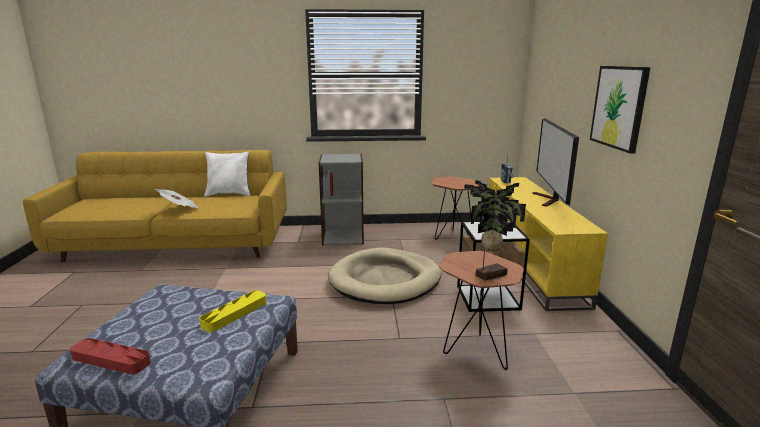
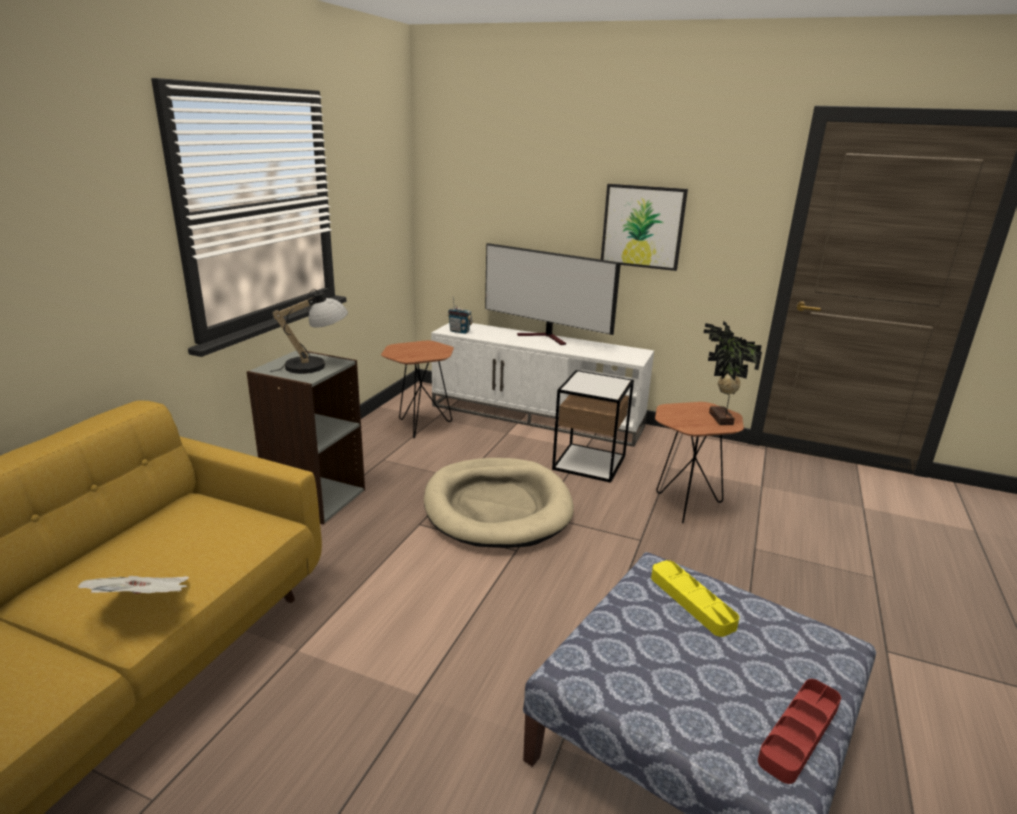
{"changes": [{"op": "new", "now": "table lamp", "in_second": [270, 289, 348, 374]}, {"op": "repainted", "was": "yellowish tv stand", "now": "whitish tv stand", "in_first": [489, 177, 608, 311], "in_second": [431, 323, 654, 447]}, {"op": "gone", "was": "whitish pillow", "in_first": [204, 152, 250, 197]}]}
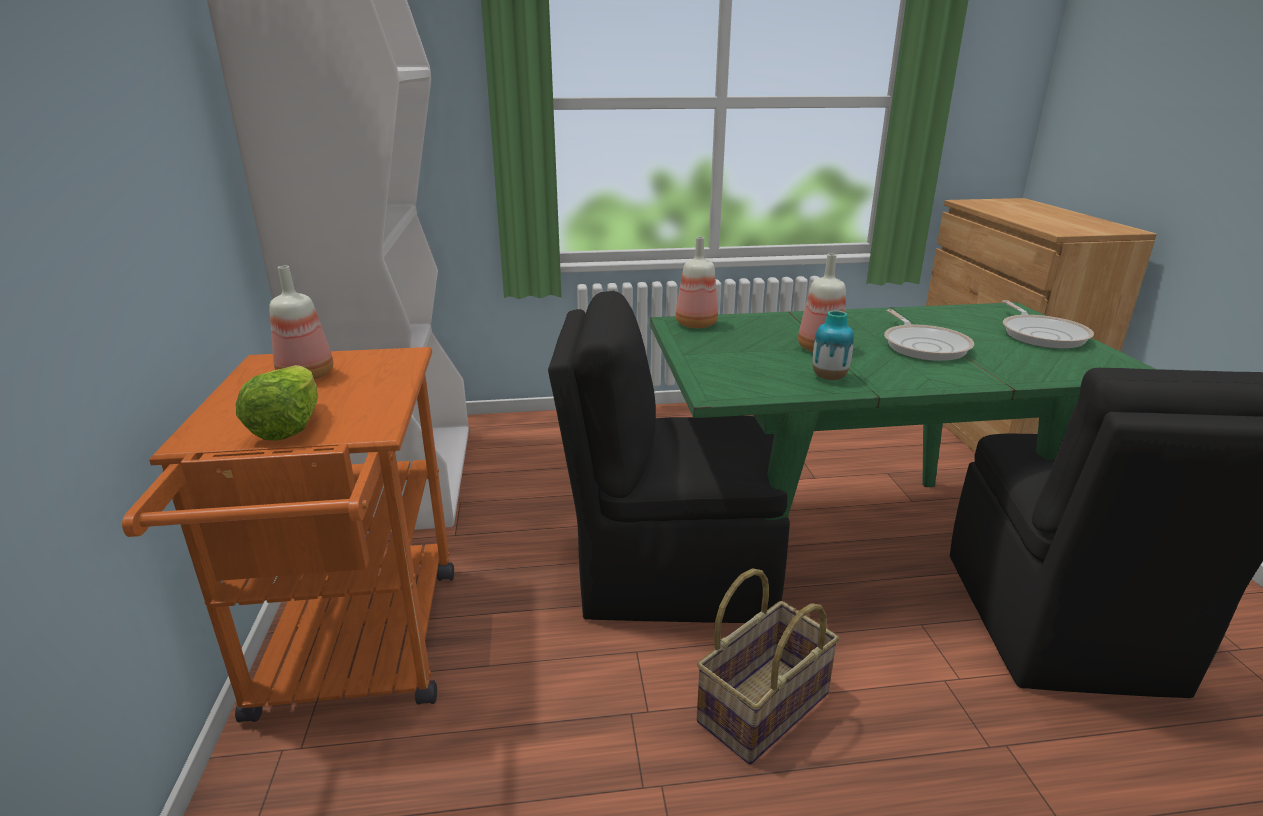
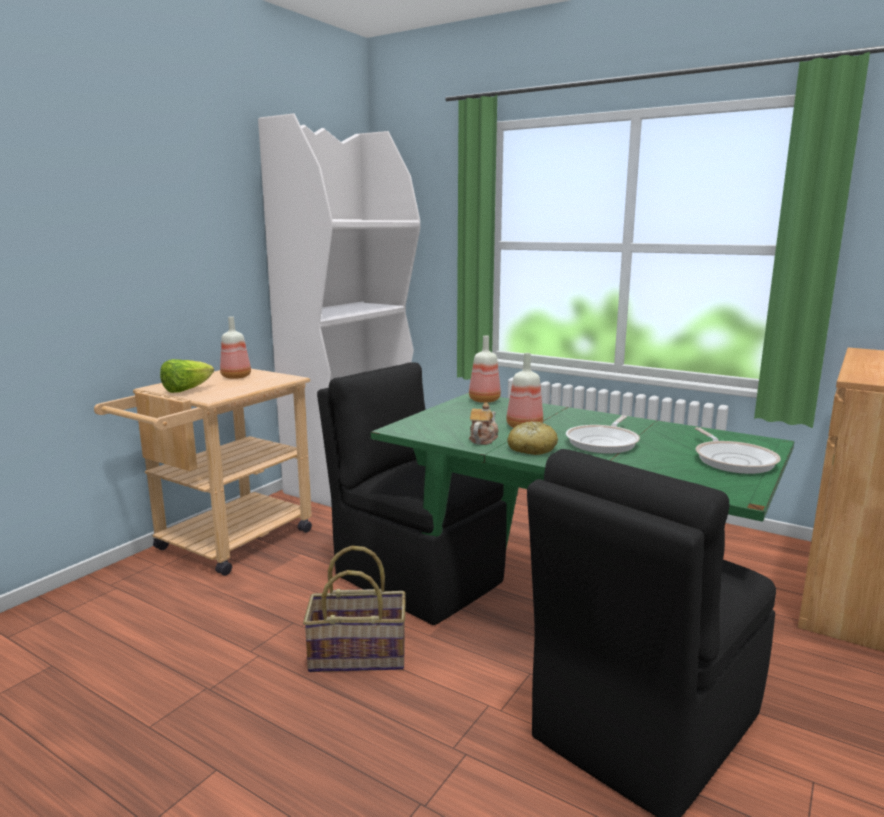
{"changes": [{"op": "repainted", "was": "orange-coloured wheeled cart", "now": "beige-coloured wheeled cart", "in_first": [122, 347, 454, 722], "in_second": [94, 369, 312, 576]}, {"op": "swapped", "was": "vase", "now": "pot for tea", "in_first": [813, 310, 854, 380], "in_second": [469, 403, 498, 445]}, {"op": "new", "now": "bakery bread", "in_second": [508, 421, 558, 455]}, {"op": "rotated", "was": "frying pan", "in_first": [1002, 300, 1094, 349], "in_second": [694, 427, 781, 474], "clockwise": -45}]}
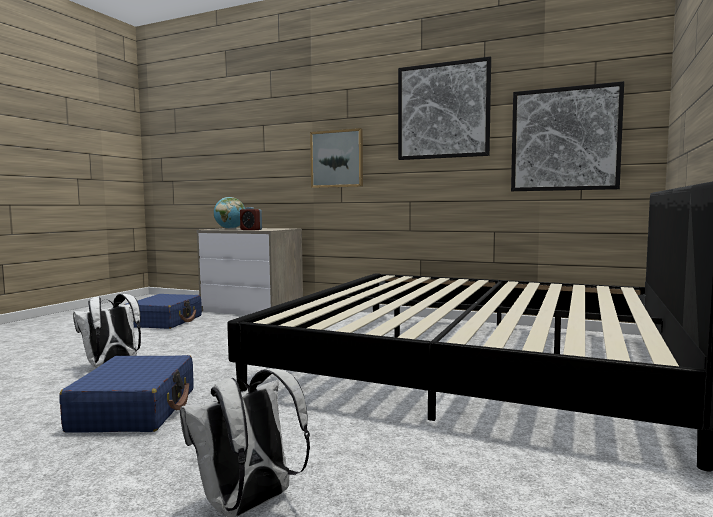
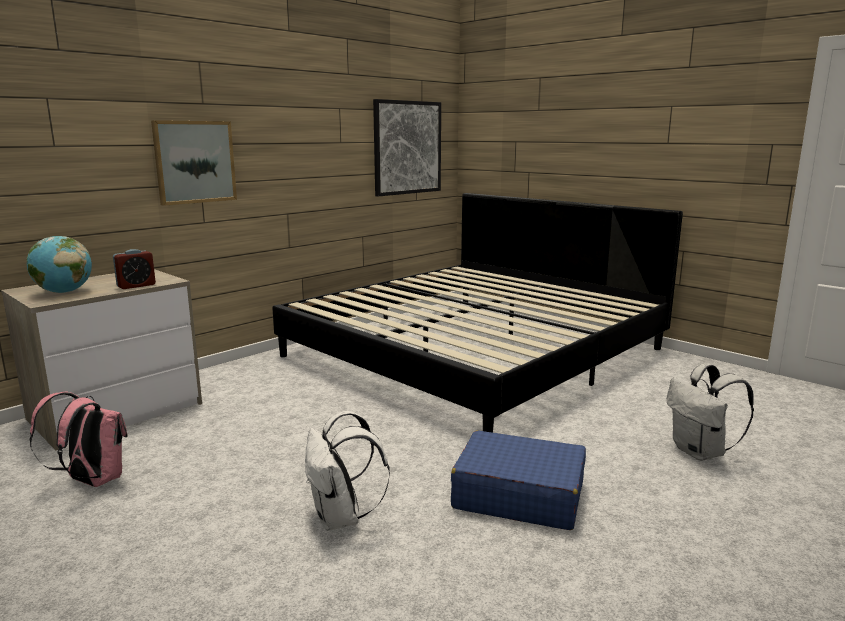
{"changes": [{"op": "swapped", "was": "blue piece of luggage", "now": "pinkish knapsack", "in_first": [125, 294, 202, 329], "in_second": [29, 392, 128, 487]}, {"op": "gone", "was": "wall picture", "in_first": [398, 57, 491, 160]}]}
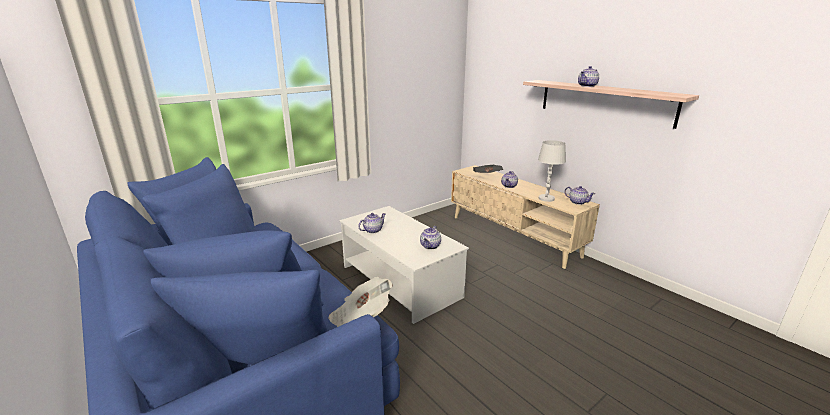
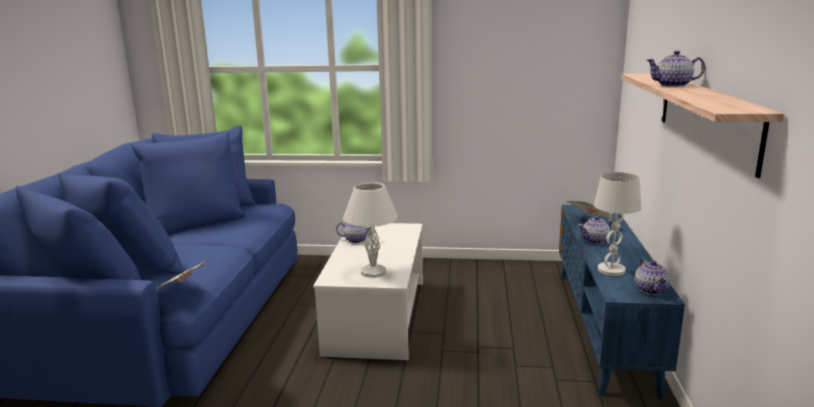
{"changes": [{"op": "swapped", "was": "pot for tea", "now": "whitish table lamp", "in_first": [420, 226, 441, 249], "in_second": [343, 182, 398, 278]}, {"op": "repainted", "was": "beige-coloured tv stand", "now": "blue tv stand", "in_first": [451, 165, 600, 269], "in_second": [559, 205, 685, 398]}]}
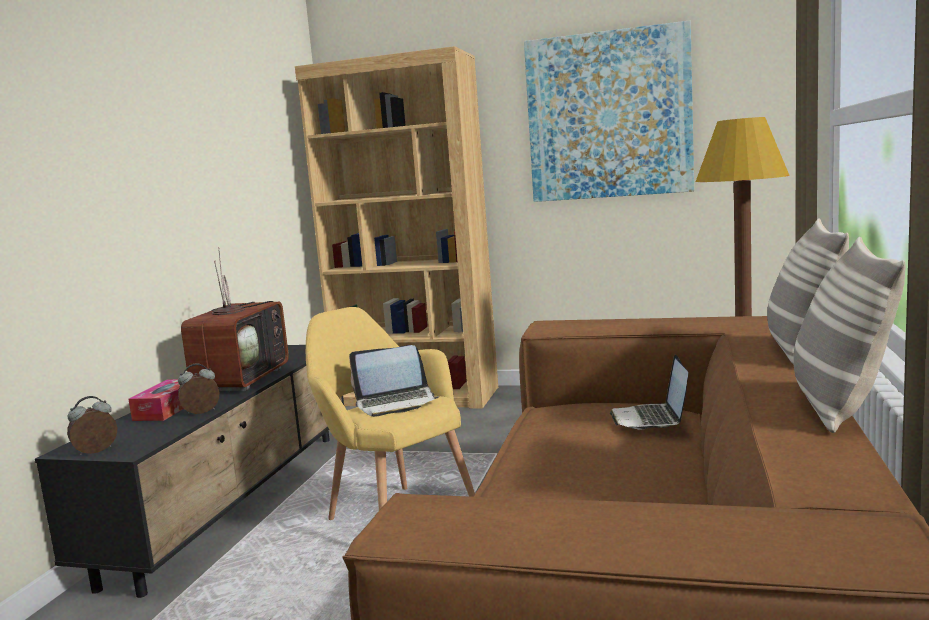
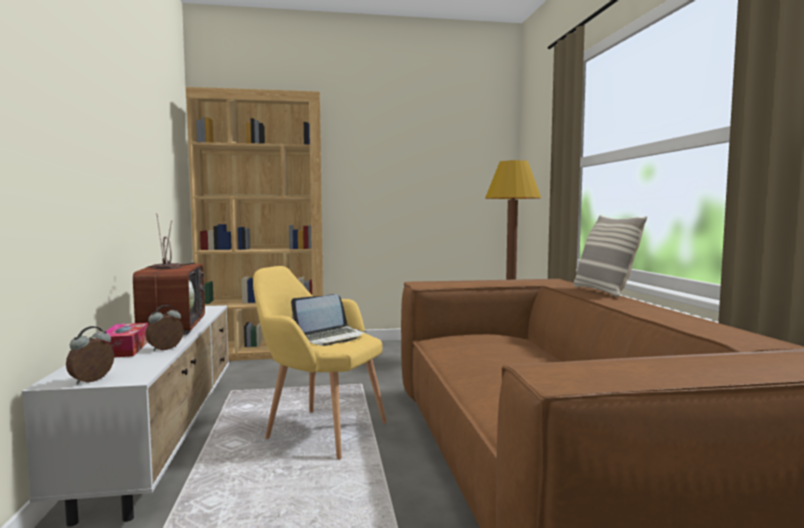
{"changes": [{"op": "repainted", "was": "black-coloured tv stand", "now": "whitish tv stand", "in_first": [35, 345, 344, 598], "in_second": [22, 305, 229, 527]}, {"op": "gone", "was": "wall picture", "in_first": [524, 20, 694, 202]}, {"op": "gone", "was": "notebook computer", "in_first": [610, 354, 688, 430]}, {"op": "gone", "was": "pillow", "in_first": [793, 237, 906, 433]}]}
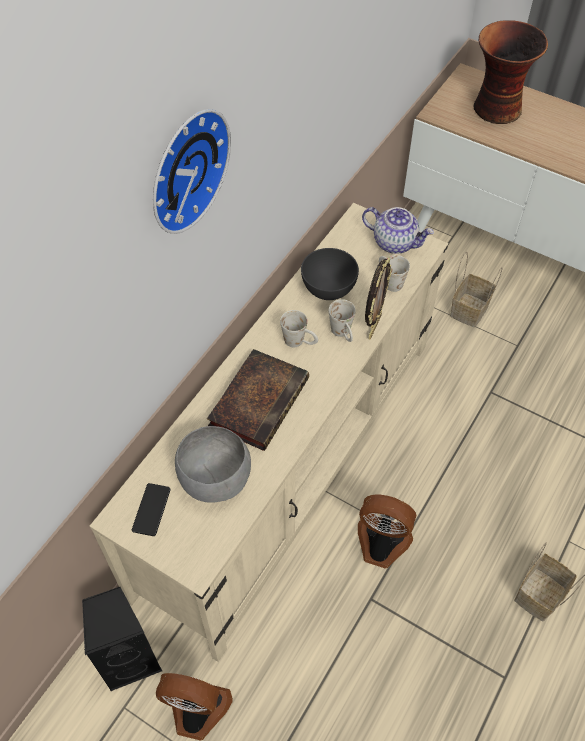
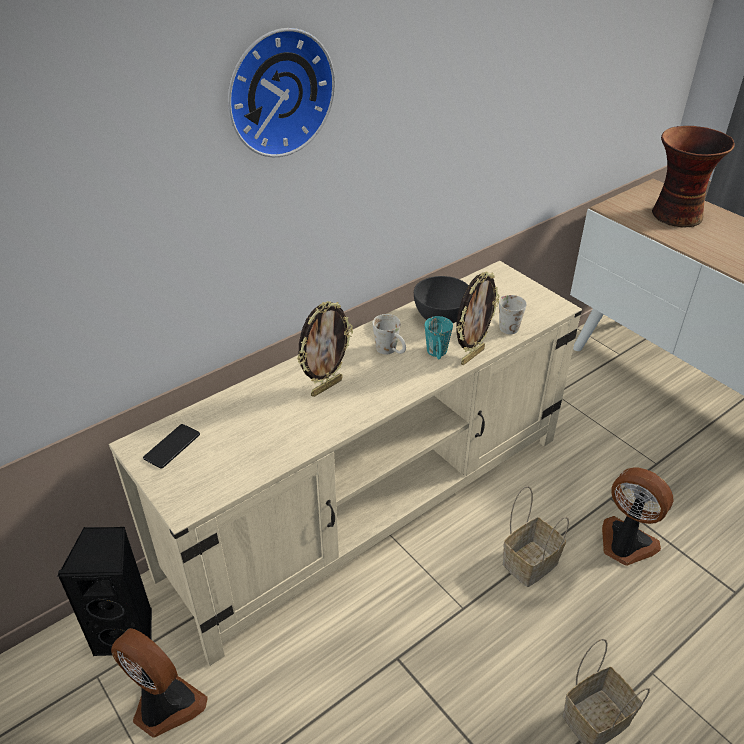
{"changes": [{"op": "swapped", "was": "volume", "now": "picture frame", "in_first": [207, 349, 309, 451], "in_second": [297, 301, 353, 397]}, {"op": "repainted", "was": "whitish mug", "now": "turquoise-coloured mug", "in_first": [329, 299, 356, 342], "in_second": [425, 316, 453, 359]}, {"op": "shifted", "was": "basket", "in_first": [450, 252, 503, 327], "in_second": [502, 486, 569, 587]}, {"op": "shifted", "was": "electric fan", "in_first": [358, 495, 417, 569], "in_second": [602, 467, 673, 566]}, {"op": "gone", "was": "grey serving bowl", "in_first": [175, 426, 251, 503]}, {"op": "gone", "was": "pot for tea", "in_first": [362, 207, 434, 254]}]}
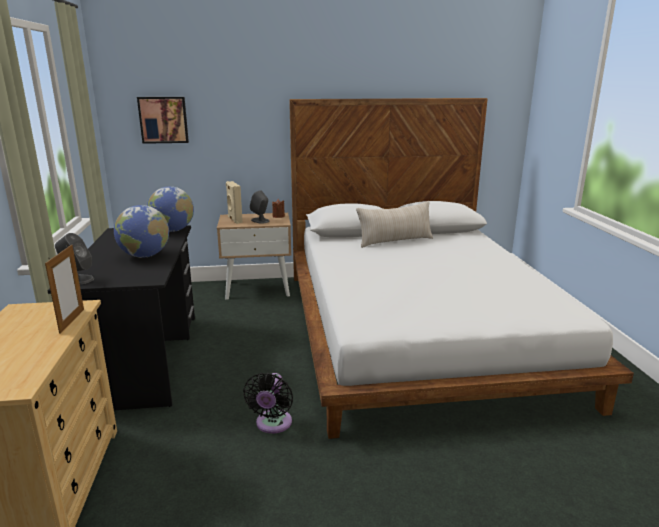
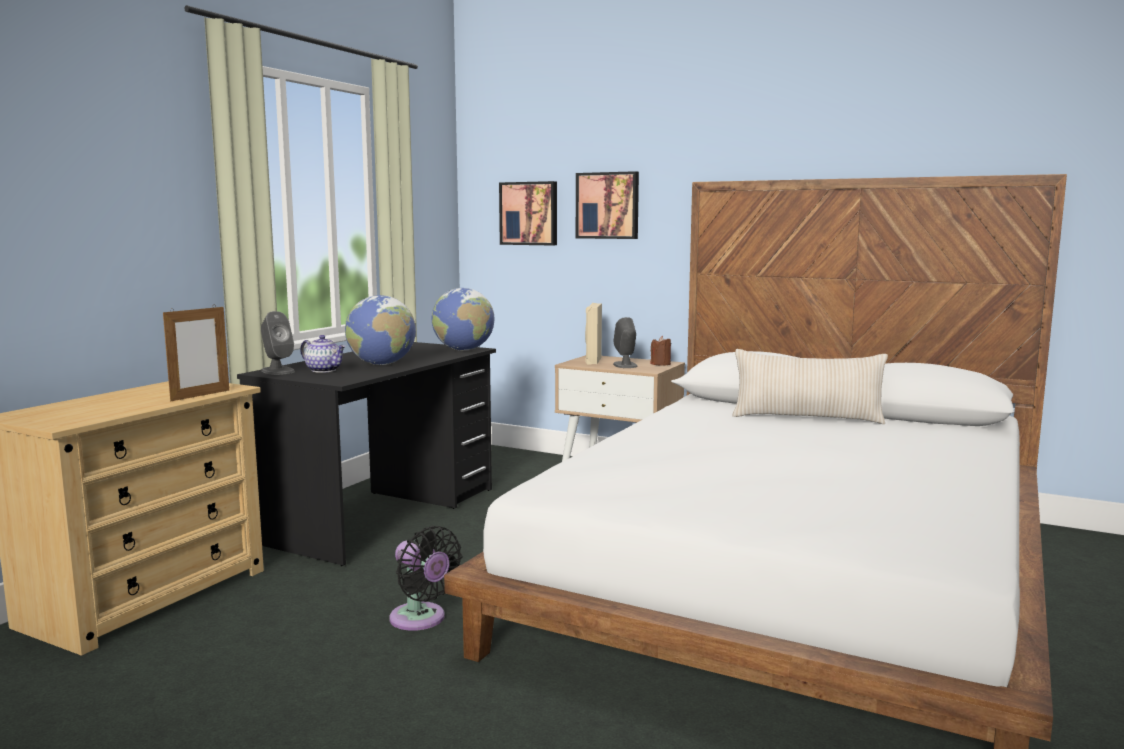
{"changes": [{"op": "new", "now": "pot for tea", "in_second": [300, 335, 346, 373]}, {"op": "rotated", "was": "black-coloured electric fan", "in_first": [243, 372, 293, 434], "in_second": [390, 526, 462, 631], "clockwise": -90}, {"op": "new", "now": "wall picture", "in_second": [576, 171, 639, 239]}]}
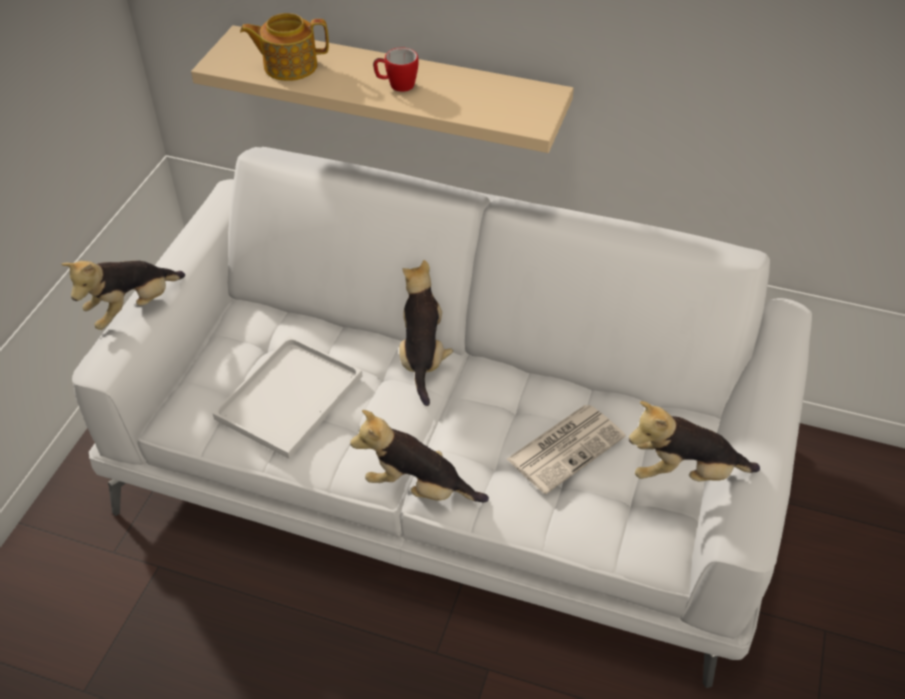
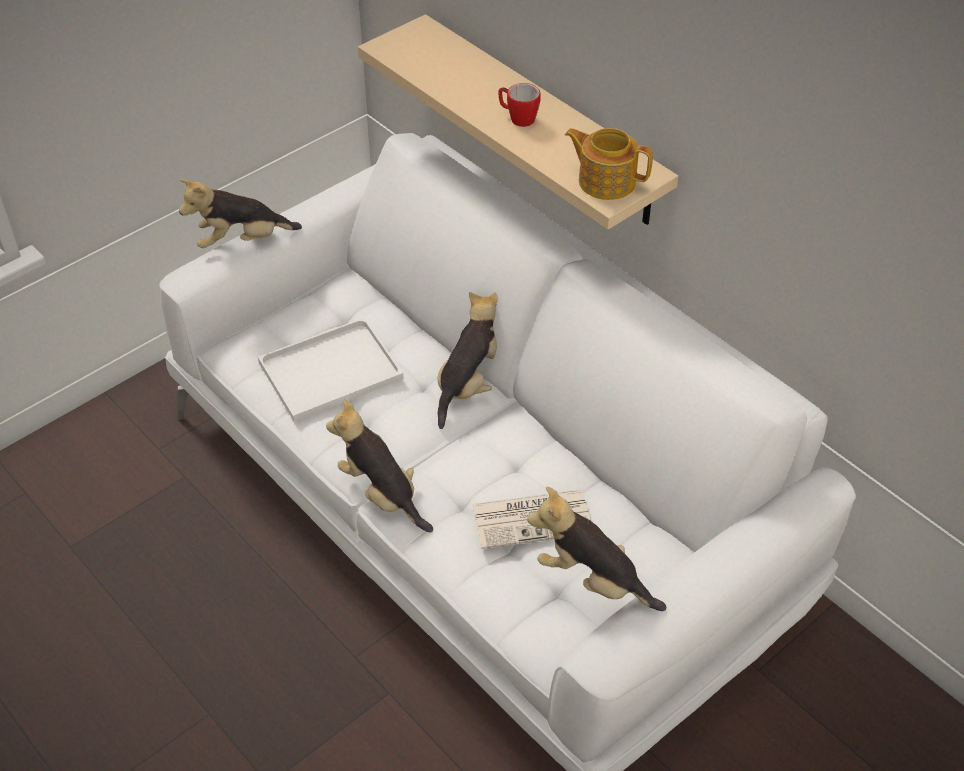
{"changes": [{"op": "shifted", "was": "pot for tea", "in_first": [240, 13, 329, 81], "in_second": [565, 128, 653, 200]}]}
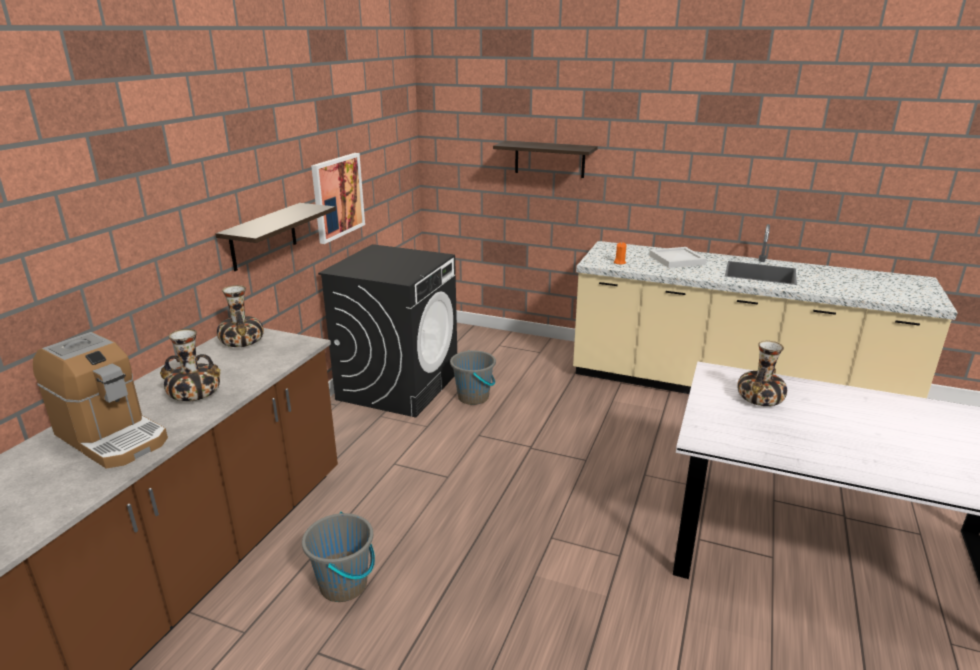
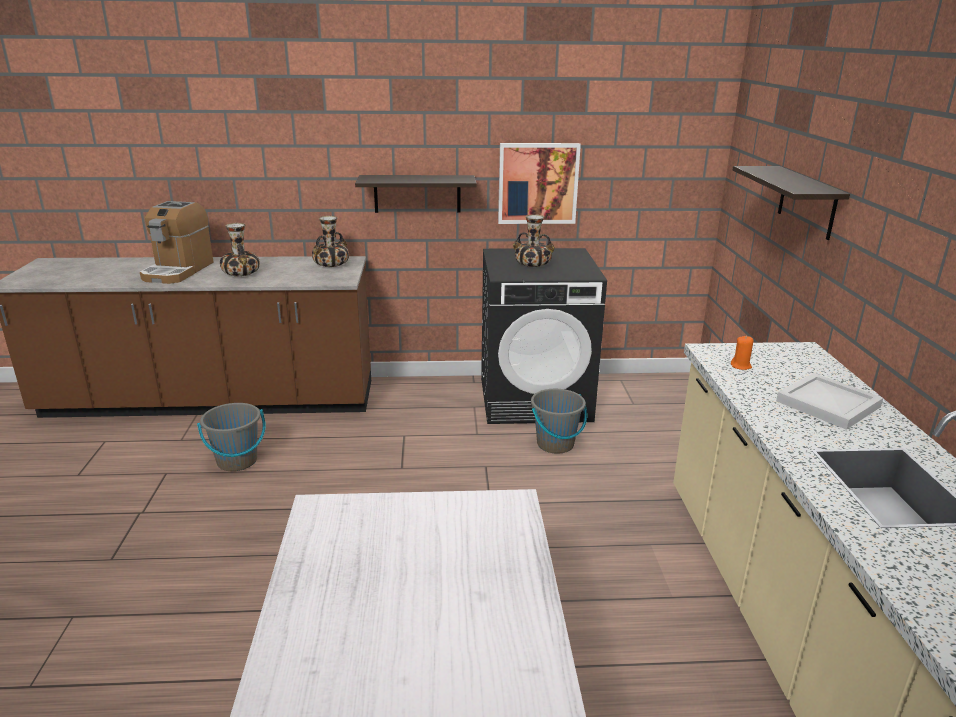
{"changes": [{"op": "shifted", "was": "vase", "in_first": [737, 341, 787, 406], "in_second": [513, 214, 555, 267]}]}
